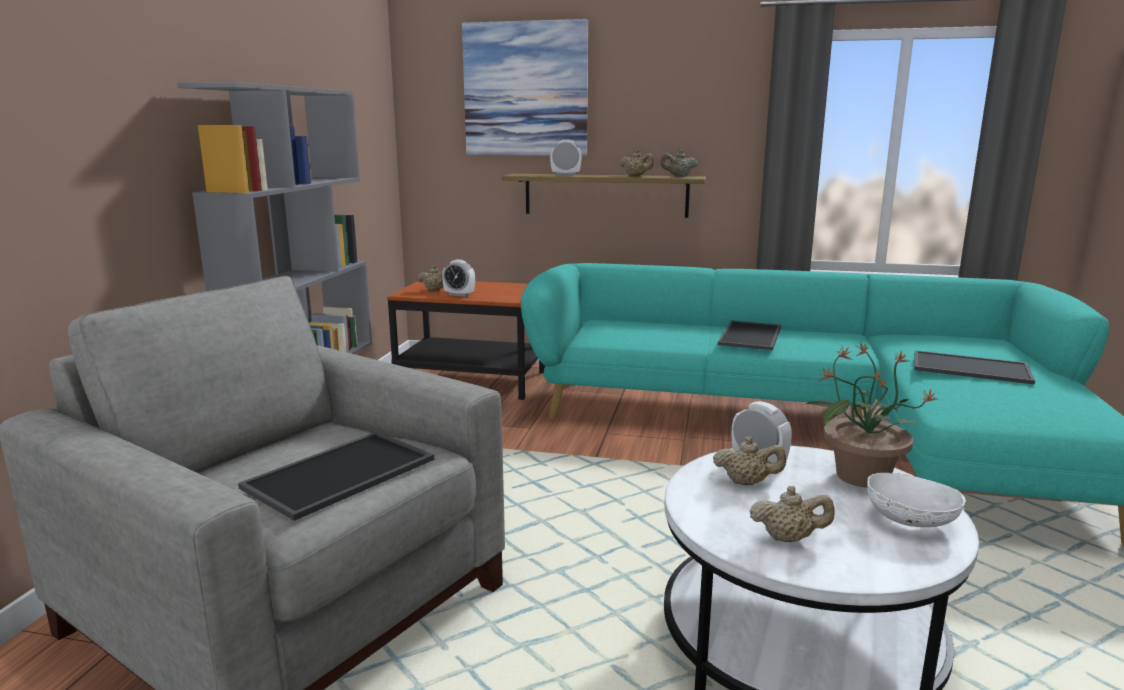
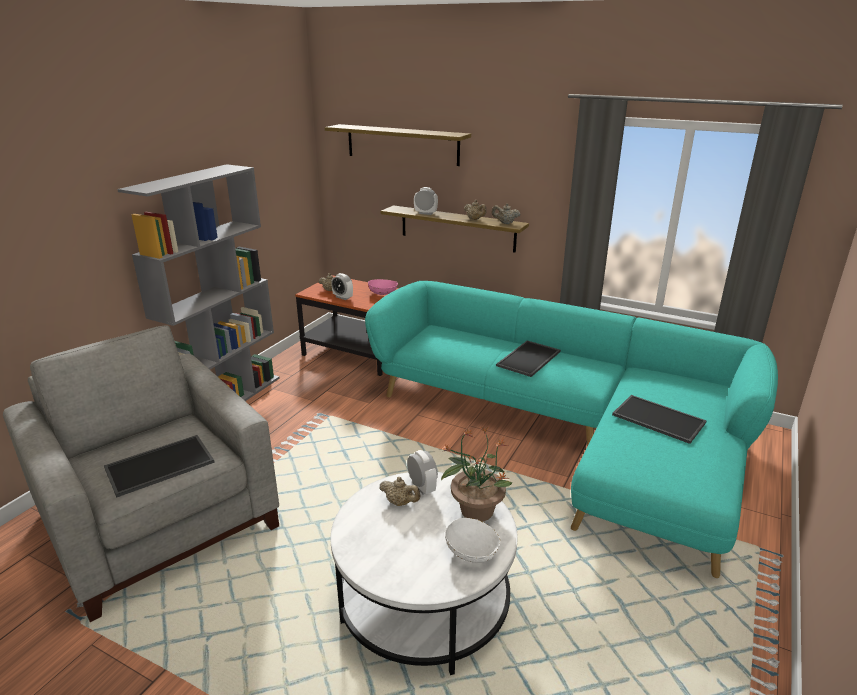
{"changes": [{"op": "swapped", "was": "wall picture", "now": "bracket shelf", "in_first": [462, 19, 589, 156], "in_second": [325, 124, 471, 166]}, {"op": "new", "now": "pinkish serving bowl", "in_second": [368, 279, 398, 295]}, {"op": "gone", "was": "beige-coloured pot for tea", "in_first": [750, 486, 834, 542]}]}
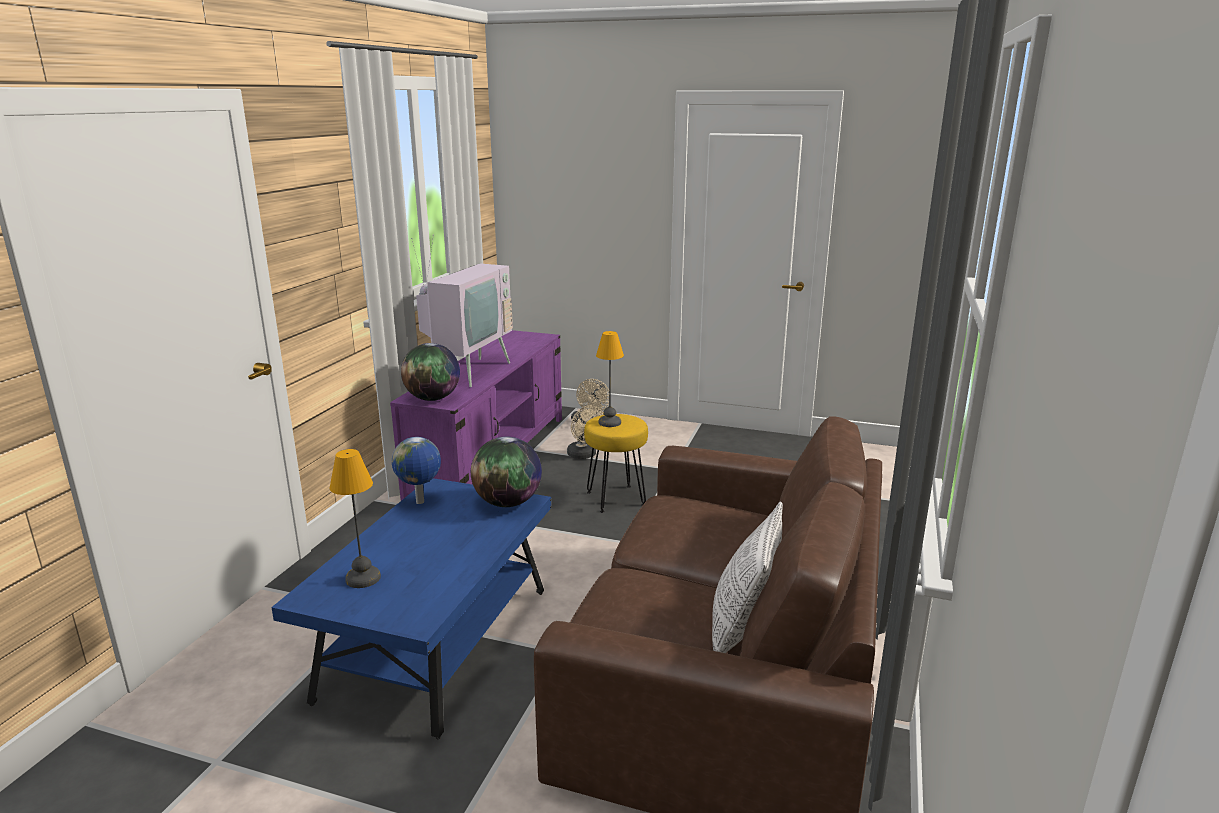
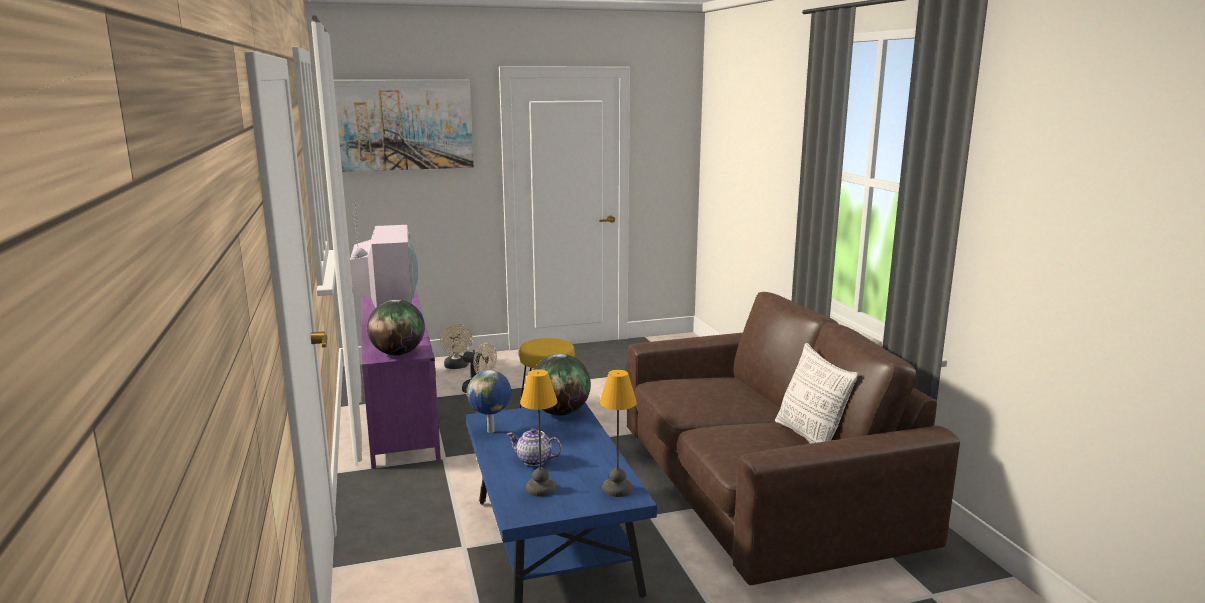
{"changes": [{"op": "new", "now": "wall picture", "in_second": [334, 80, 474, 172]}, {"op": "new", "now": "pot for tea", "in_second": [507, 428, 562, 466]}, {"op": "shifted", "was": "table lamp", "in_first": [596, 331, 624, 427], "in_second": [600, 370, 637, 497]}]}
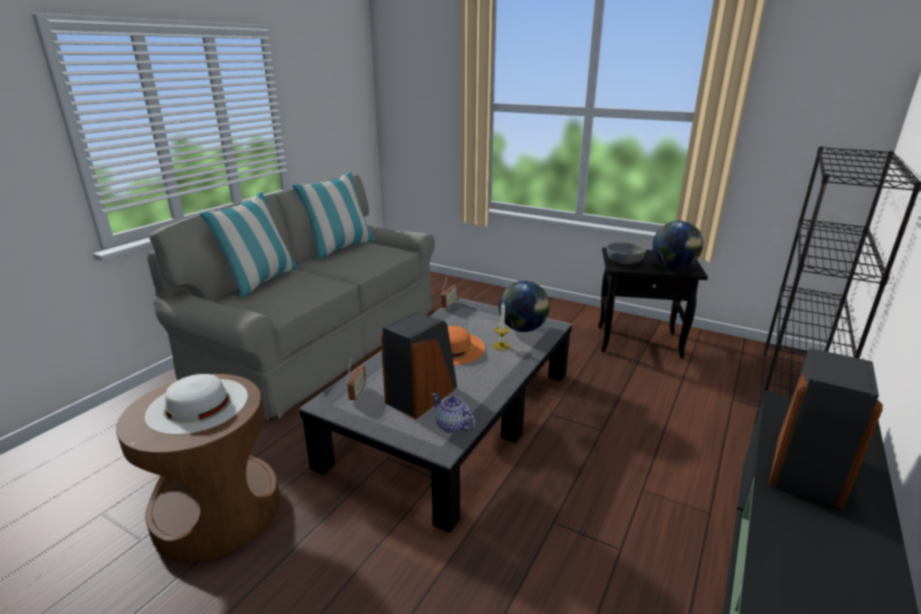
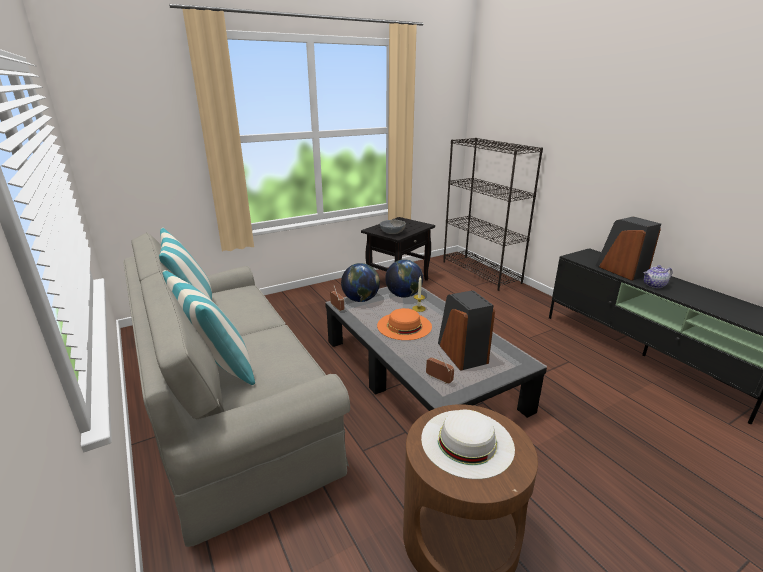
{"changes": [{"op": "shifted", "was": "desk globe", "in_first": [652, 221, 703, 269], "in_second": [341, 263, 380, 302]}, {"op": "shifted", "was": "pot for tea", "in_first": [432, 393, 475, 433], "in_second": [643, 265, 673, 288]}]}
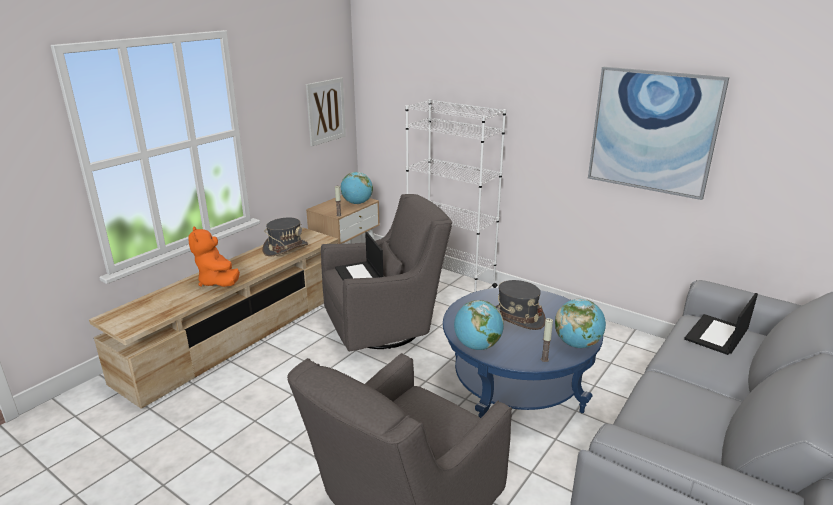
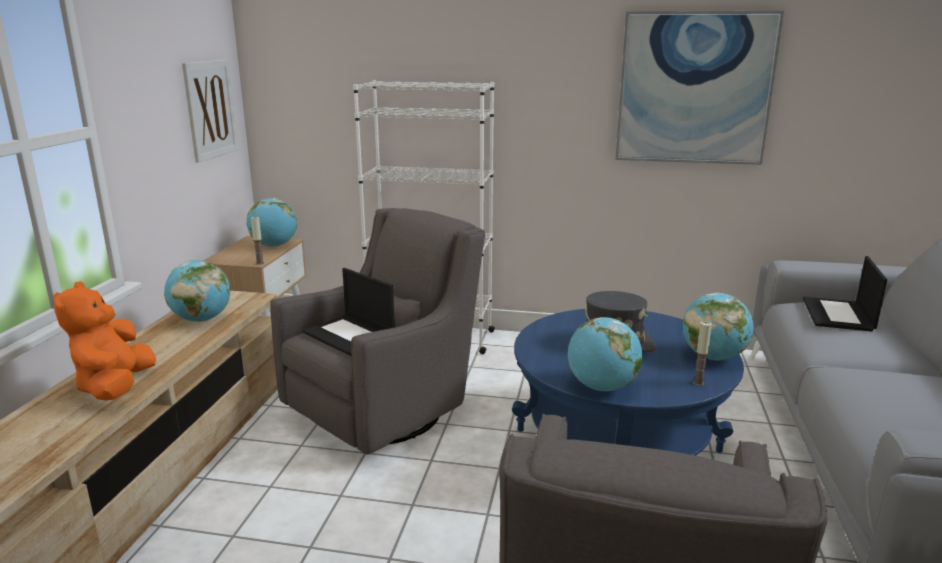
{"changes": [{"op": "rotated", "was": "orange-coloured cuddly toy", "in_first": [188, 226, 240, 287], "in_second": [53, 281, 156, 401], "clockwise": 45}, {"op": "swapped", "was": "grey hat", "now": "desk globe", "in_first": [263, 218, 308, 257], "in_second": [164, 260, 230, 322]}]}
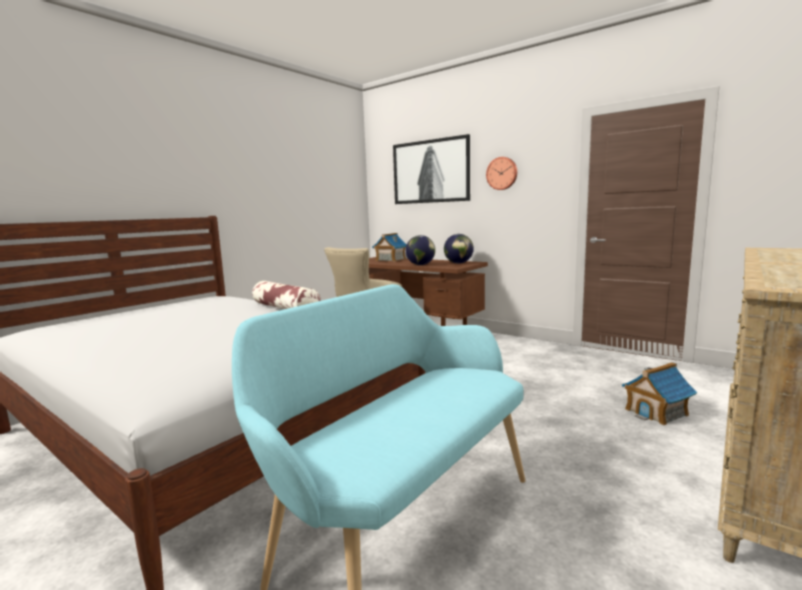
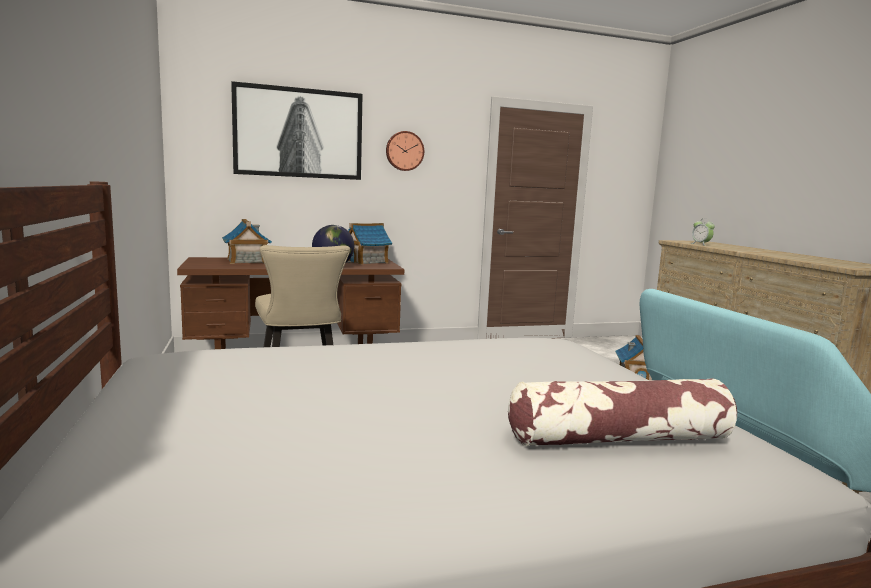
{"changes": [{"op": "swapped", "was": "desk globe", "now": "model house", "in_first": [444, 234, 474, 264], "in_second": [347, 223, 392, 265]}, {"op": "shifted", "was": "pillow", "in_first": [252, 281, 321, 309], "in_second": [508, 378, 737, 446]}, {"op": "new", "now": "table clock", "in_second": [690, 218, 715, 246]}]}
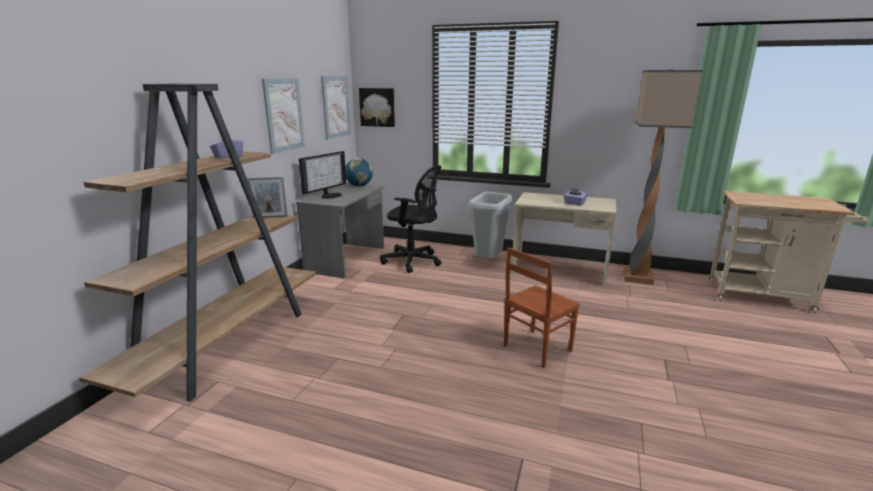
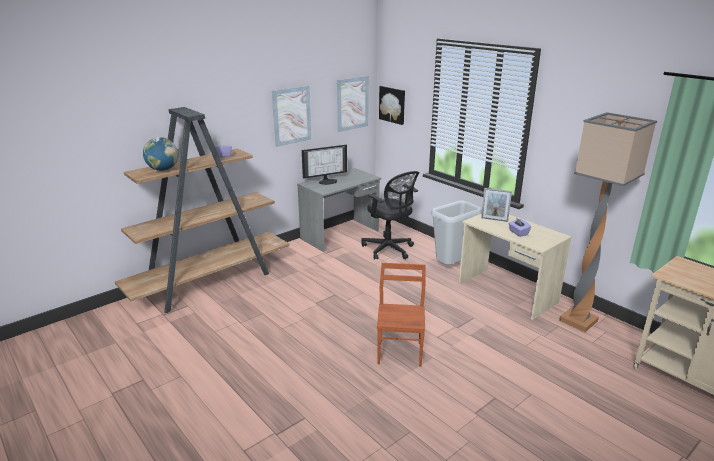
{"changes": [{"op": "shifted", "was": "desk globe", "in_first": [345, 158, 373, 186], "in_second": [143, 137, 178, 171]}, {"op": "rotated", "was": "brownish chair", "in_first": [504, 247, 580, 368], "in_second": [377, 263, 425, 367], "clockwise": 105}, {"op": "shifted", "was": "picture frame", "in_first": [247, 177, 288, 218], "in_second": [481, 188, 512, 222]}]}
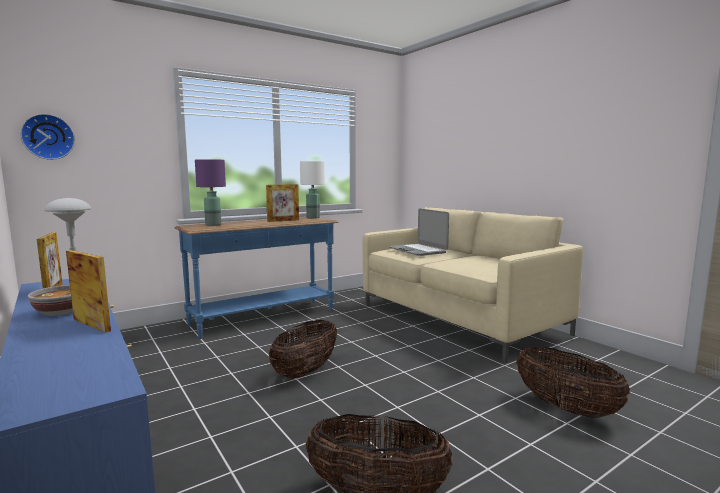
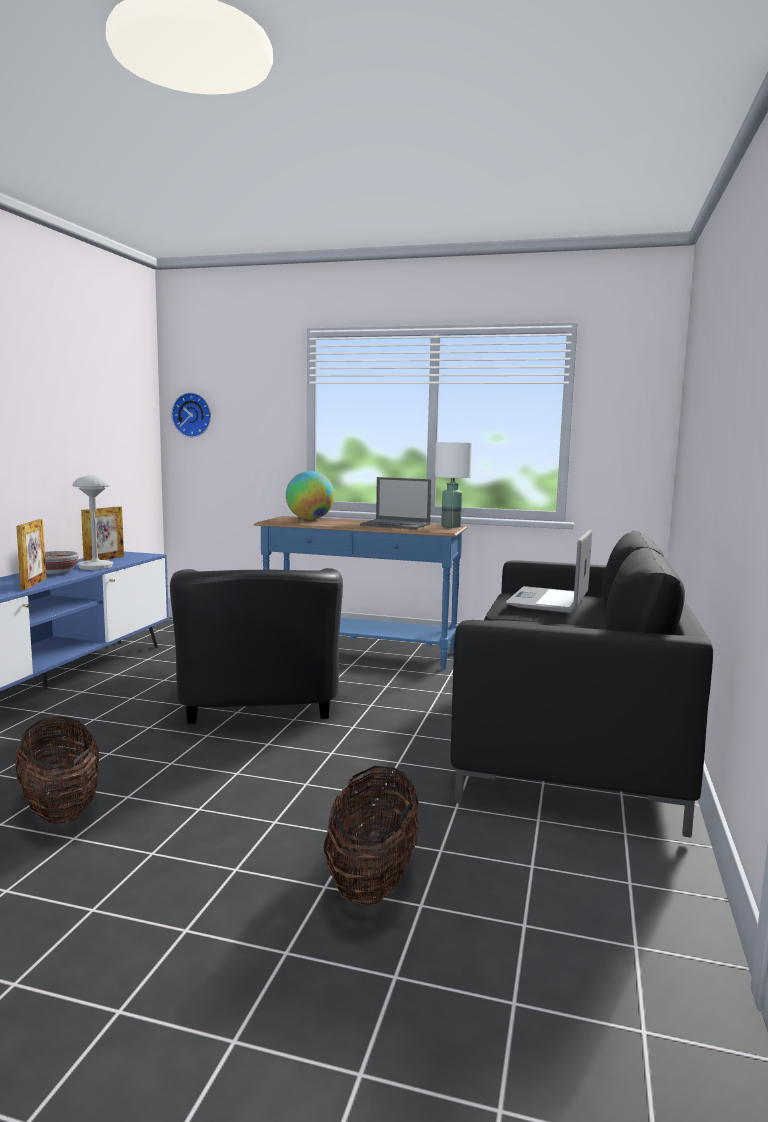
{"changes": [{"op": "swapped", "was": "basket", "now": "black-coloured armchair", "in_first": [269, 320, 337, 379], "in_second": [170, 568, 343, 724]}, {"op": "swapped", "was": "purple table lamp", "now": "desk globe", "in_first": [195, 159, 226, 226], "in_second": [286, 471, 334, 520]}, {"op": "swapped", "was": "picture frame", "now": "notebook computer", "in_first": [266, 184, 299, 222], "in_second": [360, 477, 431, 529]}, {"op": "repainted", "was": "beige-coloured sofa", "now": "black-coloured sofa", "in_first": [363, 207, 583, 363], "in_second": [451, 531, 713, 837]}]}
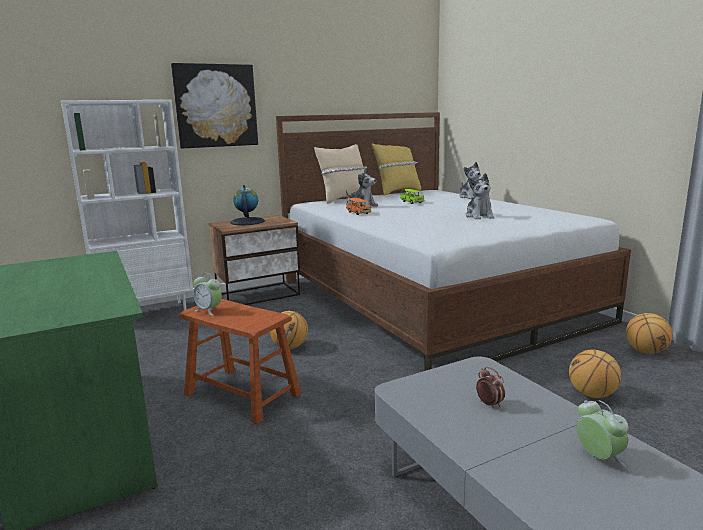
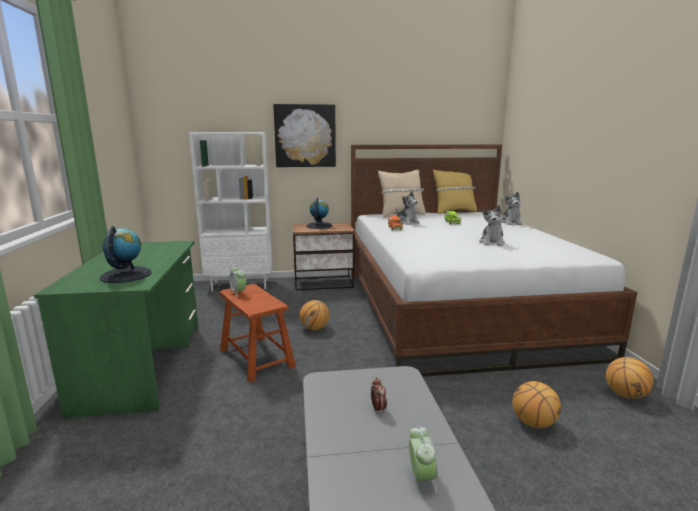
{"changes": [{"op": "new", "now": "desk globe", "in_second": [100, 226, 152, 283]}]}
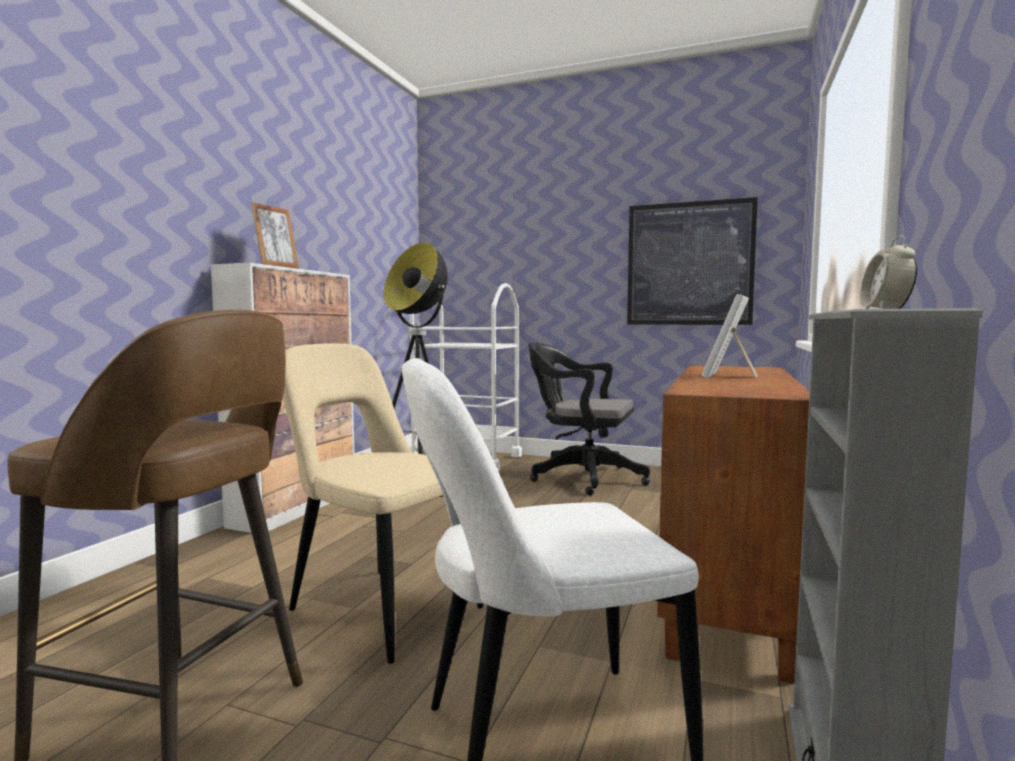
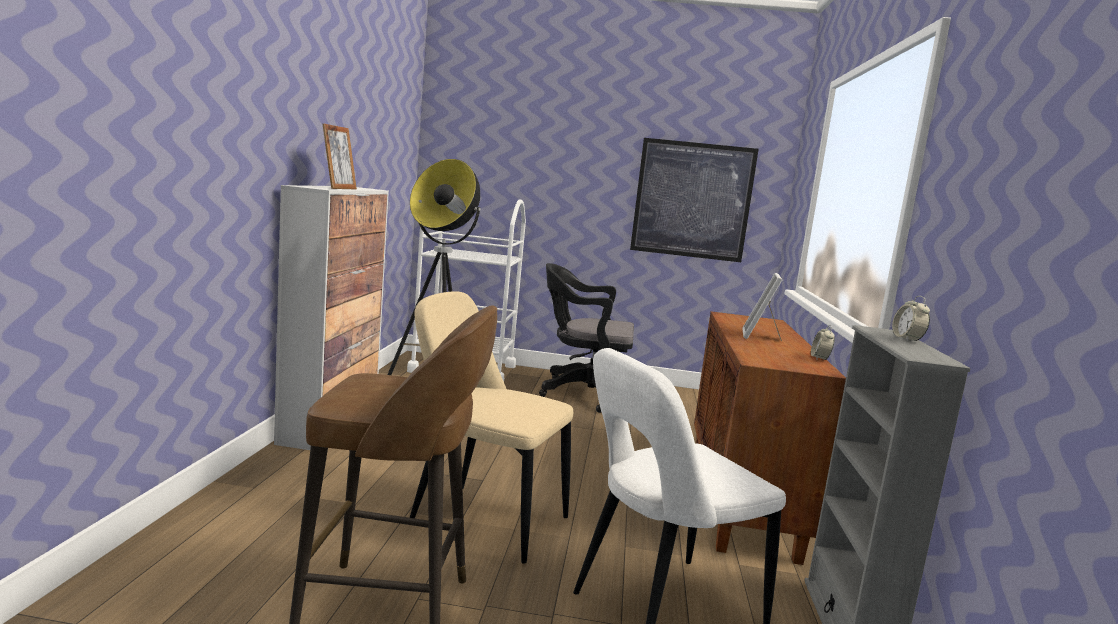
{"changes": [{"op": "new", "now": "table clock", "in_second": [811, 325, 835, 360]}]}
